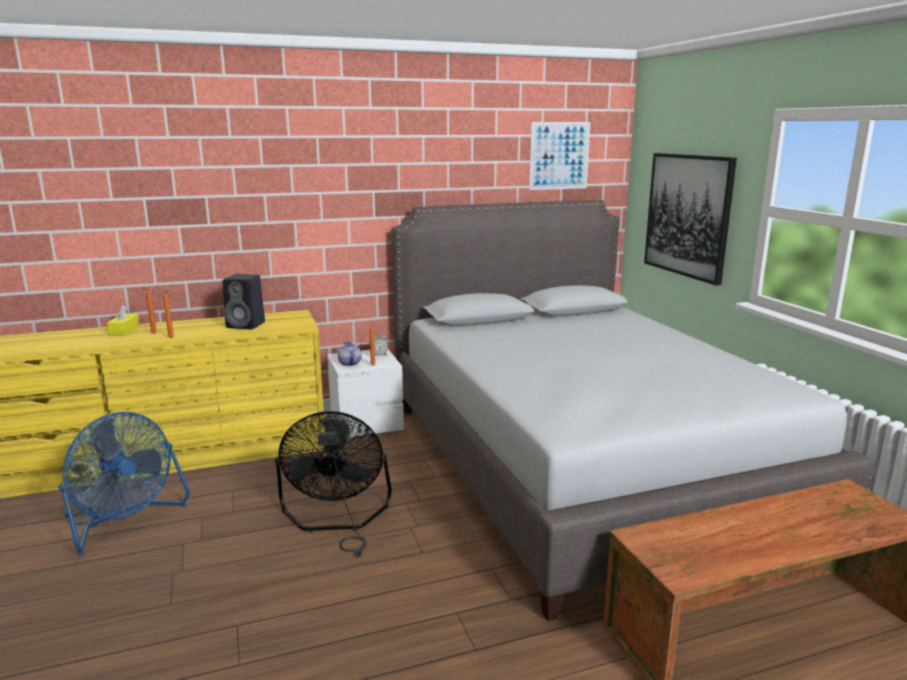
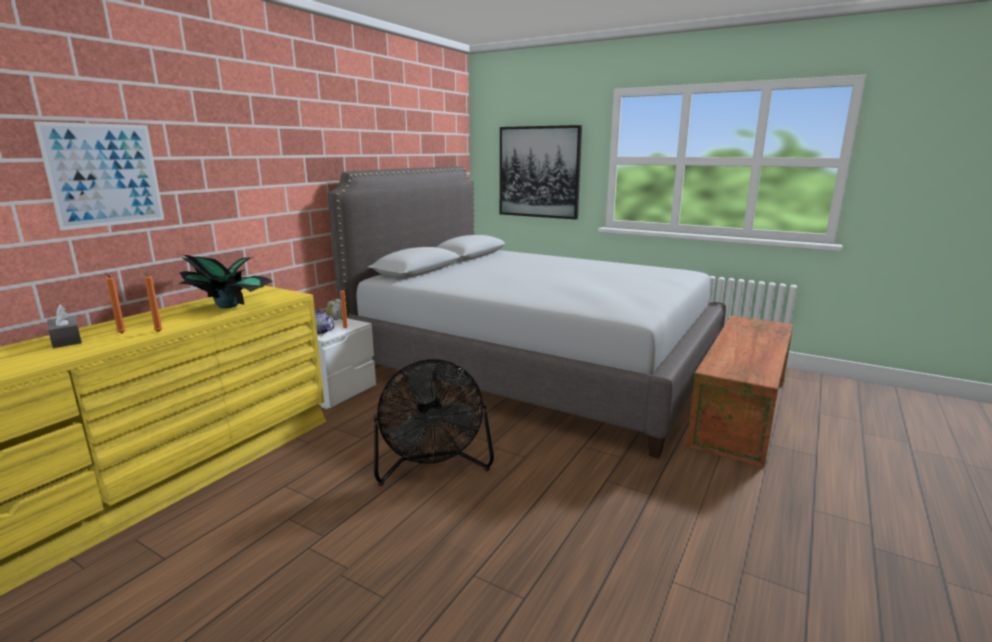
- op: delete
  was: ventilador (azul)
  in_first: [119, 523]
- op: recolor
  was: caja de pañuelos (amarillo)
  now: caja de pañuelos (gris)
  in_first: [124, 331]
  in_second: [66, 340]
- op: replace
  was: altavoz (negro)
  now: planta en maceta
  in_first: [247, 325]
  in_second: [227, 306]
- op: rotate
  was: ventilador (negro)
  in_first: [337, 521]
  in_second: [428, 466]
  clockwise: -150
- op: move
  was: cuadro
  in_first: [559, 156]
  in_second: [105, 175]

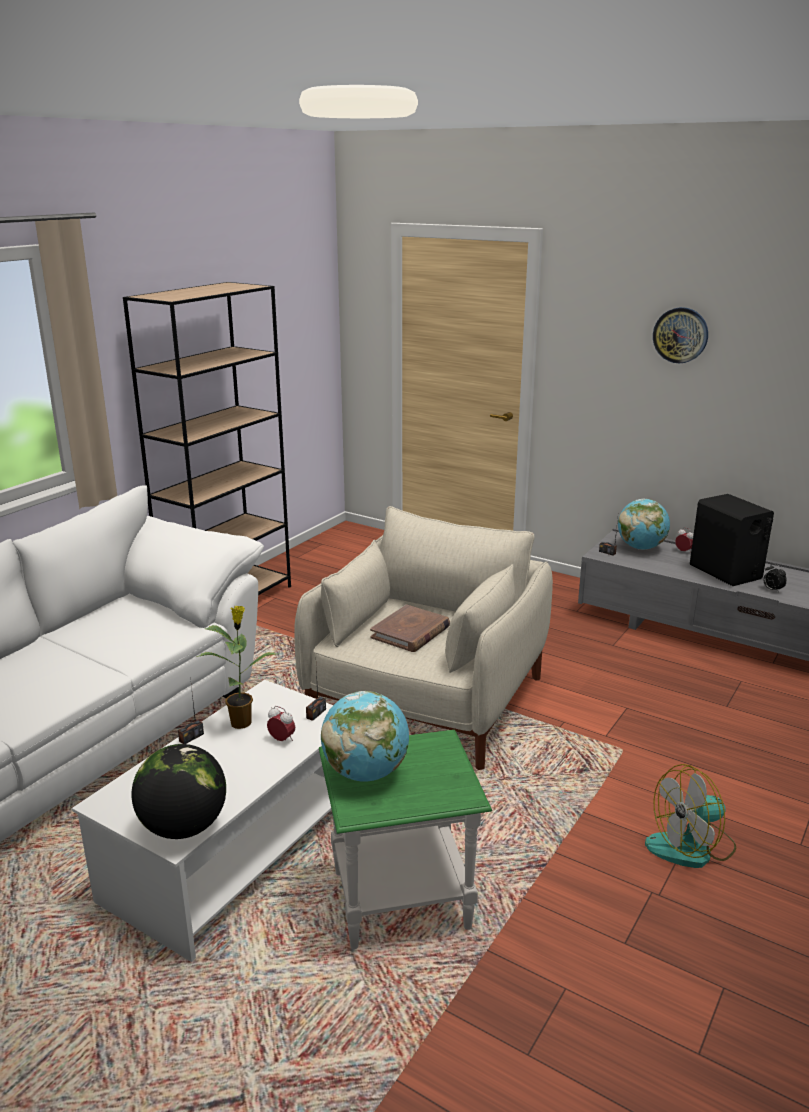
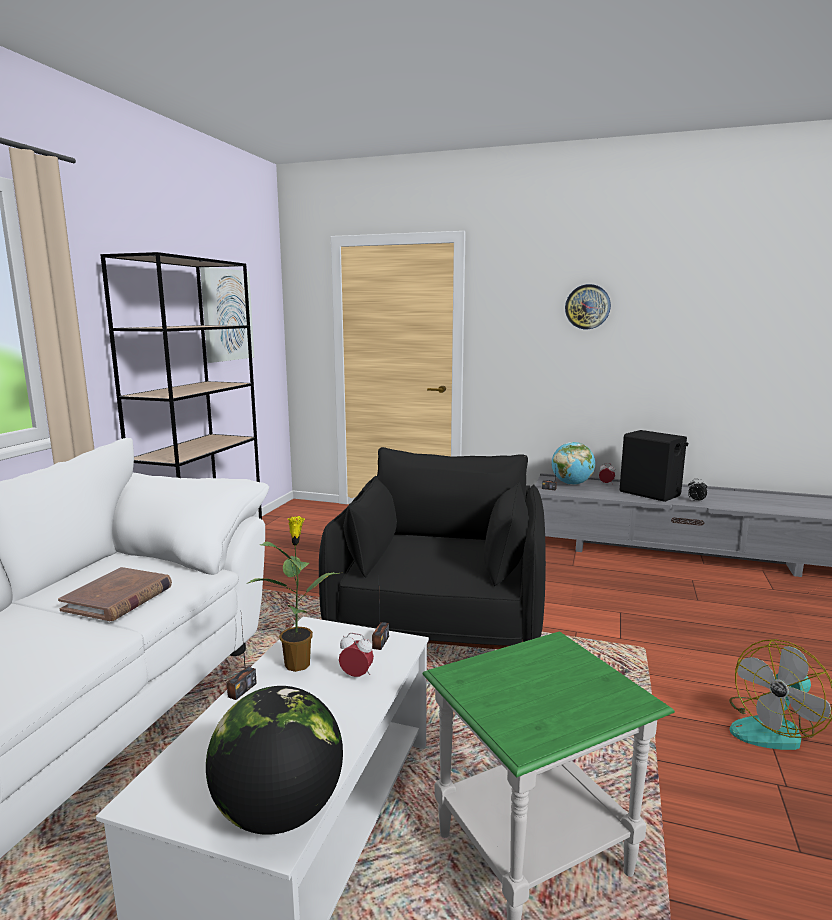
- op: recolor
  was: sillón (beis)
  now: sillón (negro)
  in_first: [428, 699]
  in_second: [441, 629]
- op: delete
  was: globo terráqueo
  in_first: [365, 772]
- op: move
  was: libro (marrón)
  in_first: [410, 632]
  in_second: [118, 598]
- op: insert
  now: cuadro
  in_second: [226, 315]

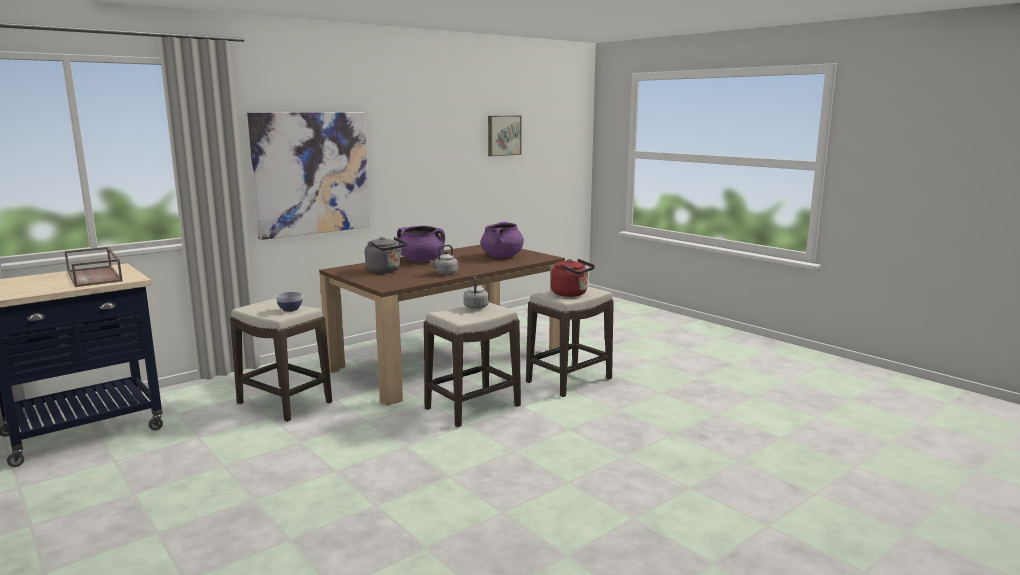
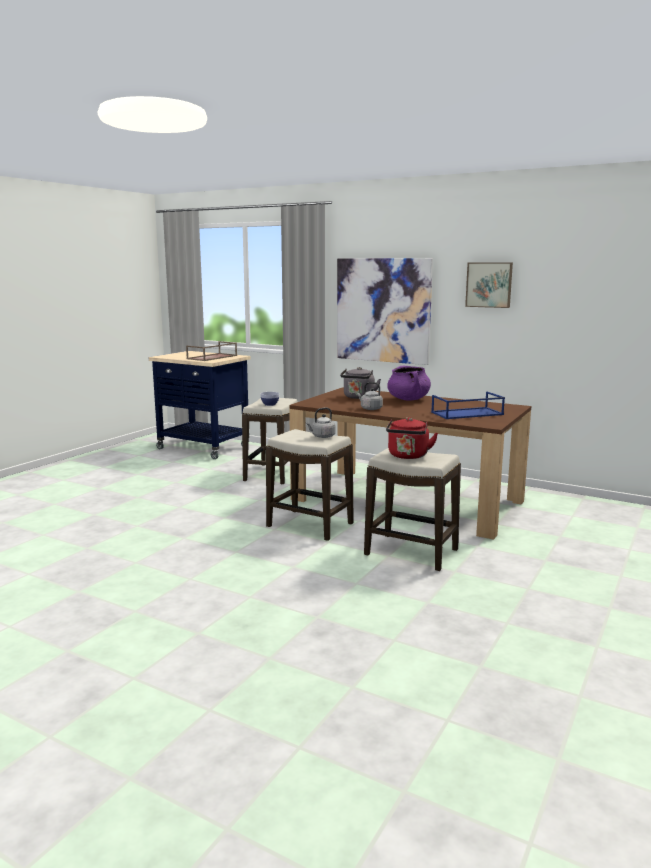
- op: replace
  was: olla (morado)
  now: bandeja (azul)
  in_first: [502, 256]
  in_second: [466, 413]
- op: move
  was: cuadro
  in_first: [503, 135]
  in_second: [489, 284]

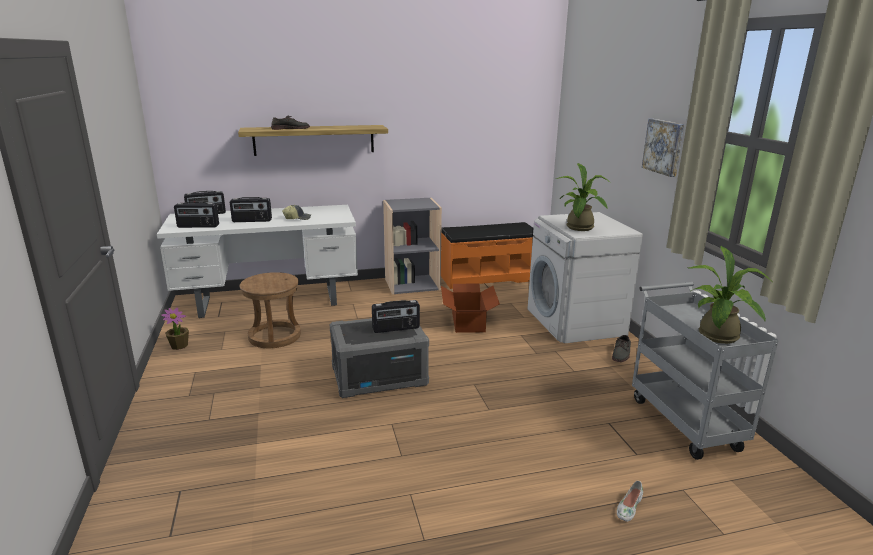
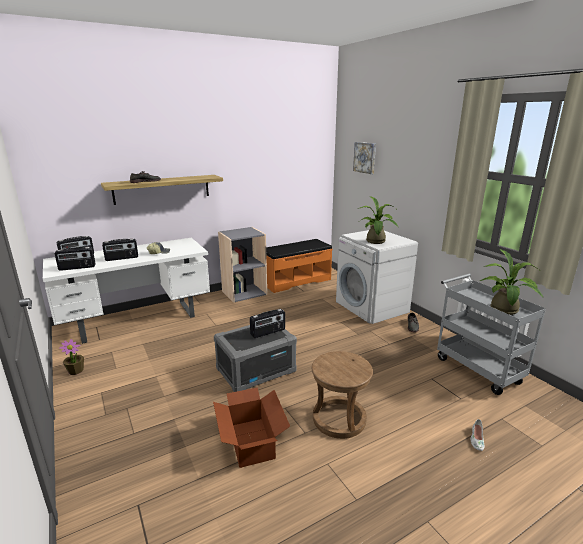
- op: move
  was: taburete (marrón)
  in_first: [274, 336]
  in_second: [339, 419]
- op: move
  was: caja de cartón
  in_first: [468, 321]
  in_second: [252, 441]
- op: move
  was: cuadro
  in_first: [664, 147]
  in_second: [365, 157]

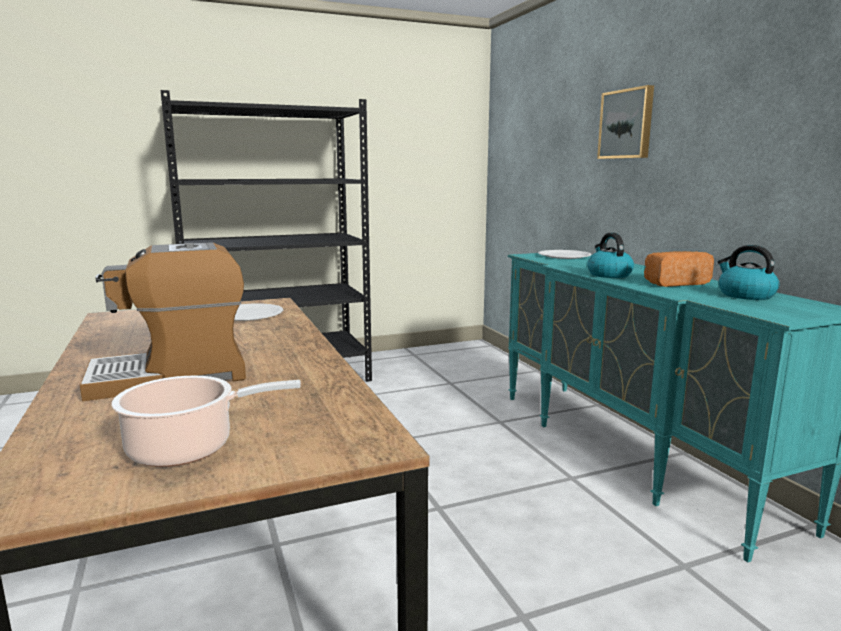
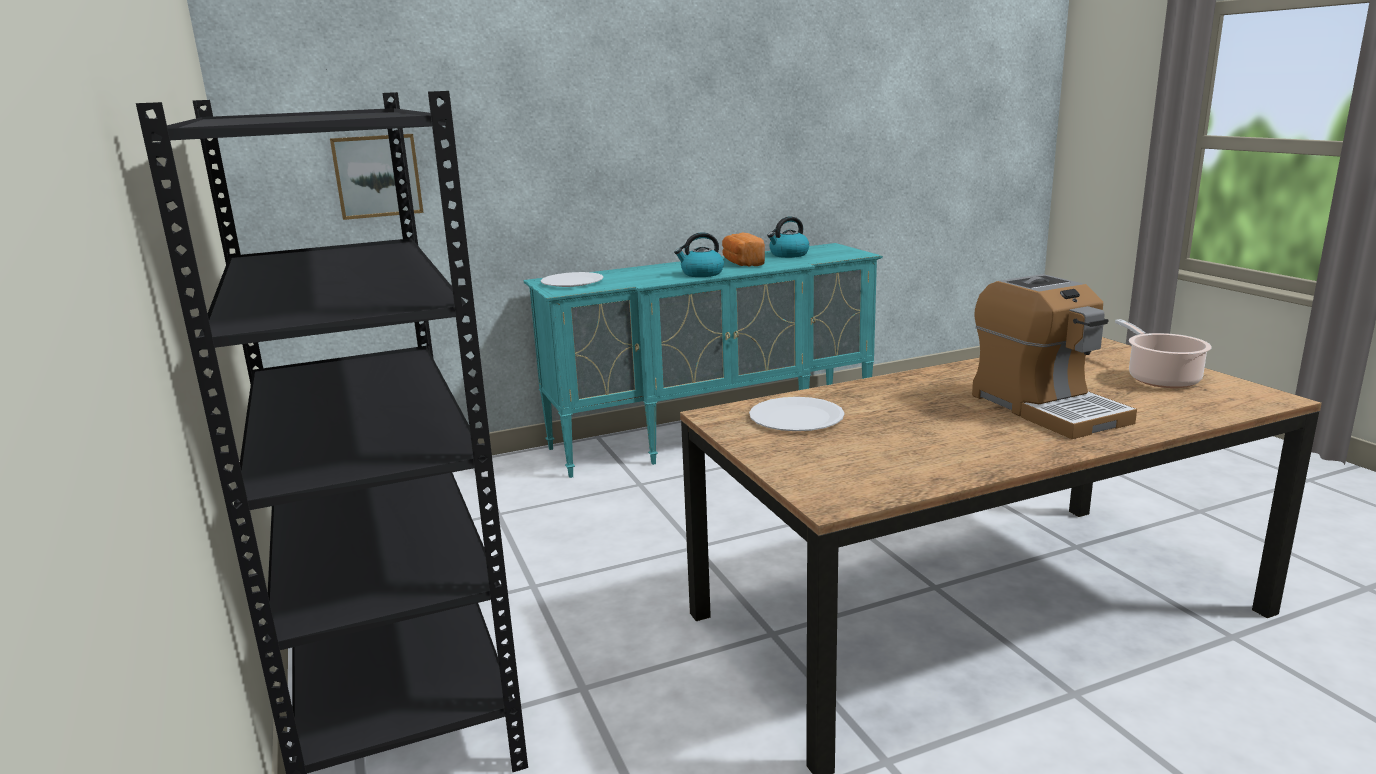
- op: move
  was: cuadro
  in_first: [627, 124]
  in_second: [377, 176]

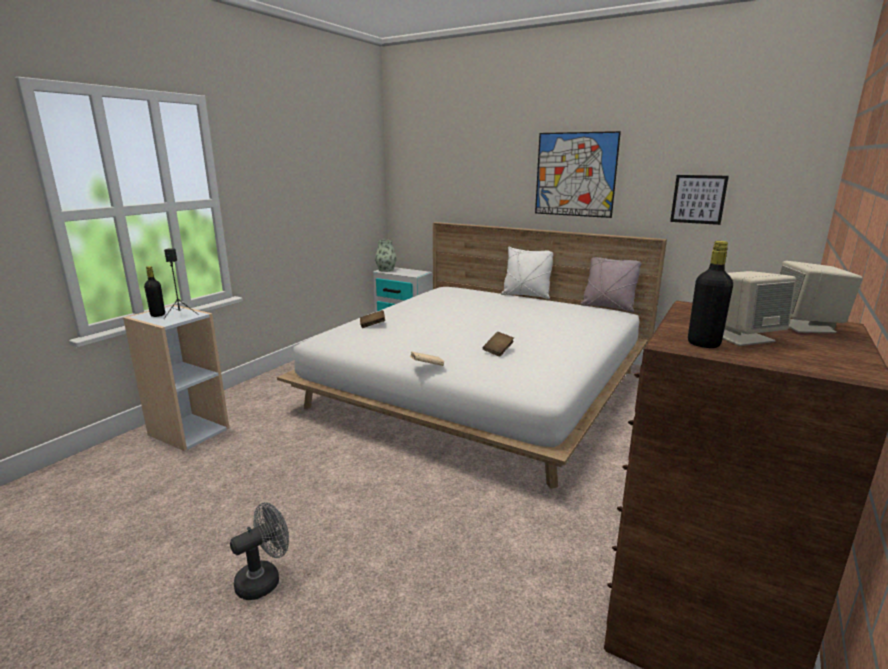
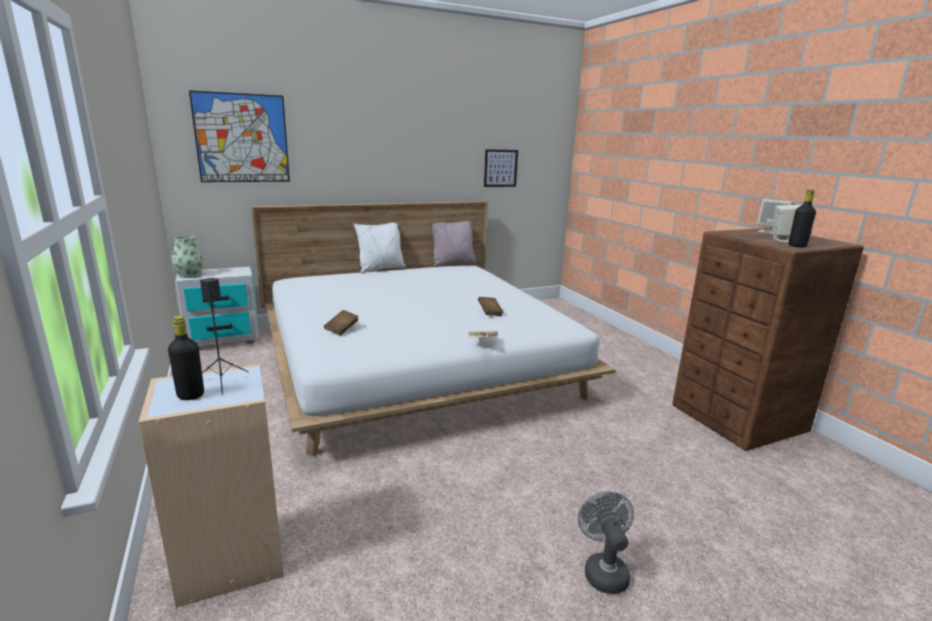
- op: move
  was: cuadro
  in_first: [575, 174]
  in_second: [242, 138]

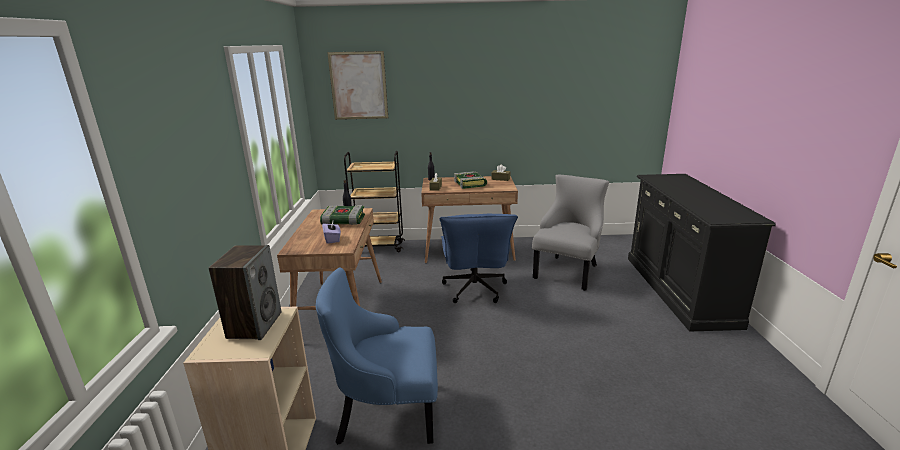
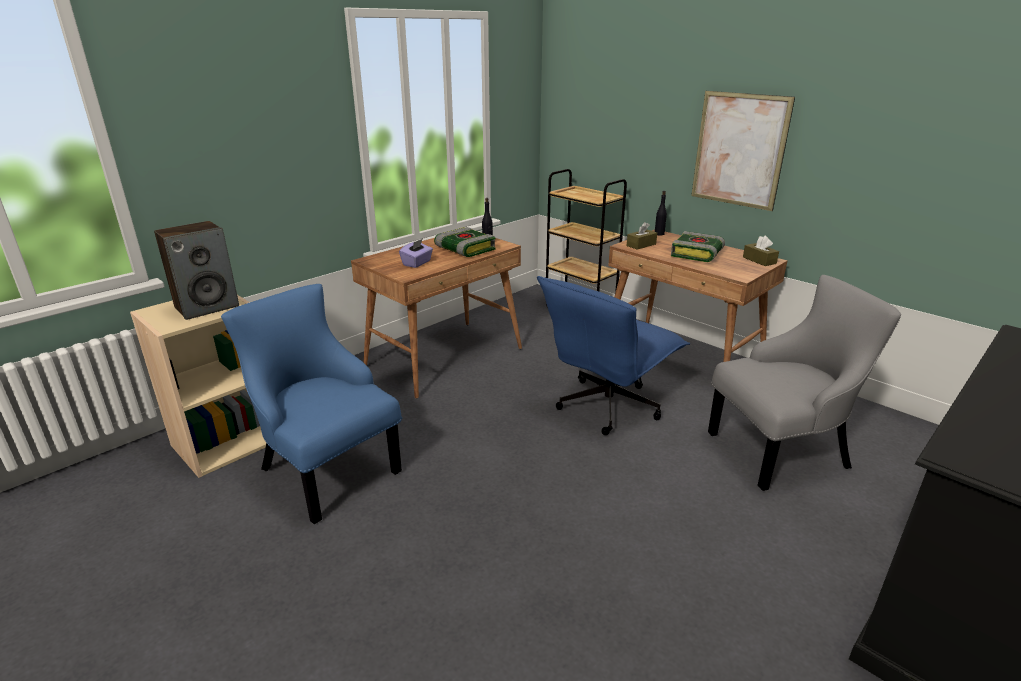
- op: move
  was: cuadro
  in_first: [358, 86]
  in_second: [739, 150]

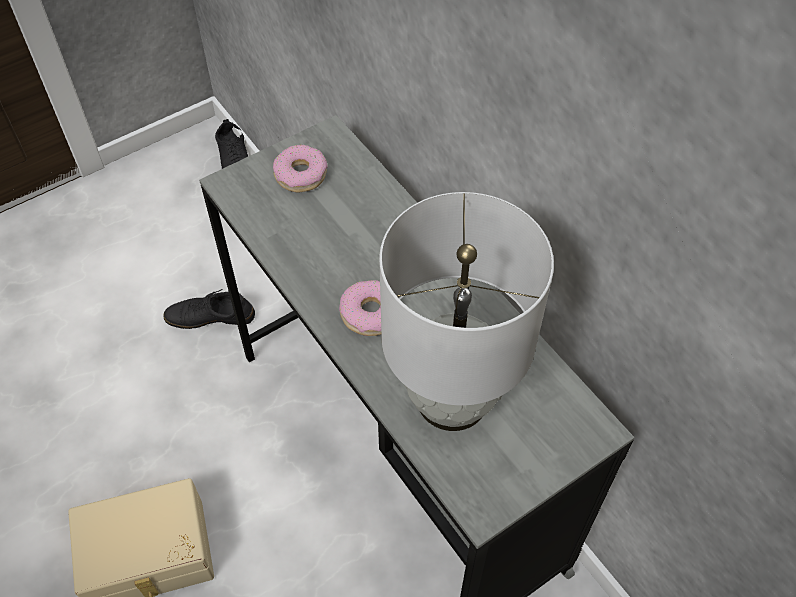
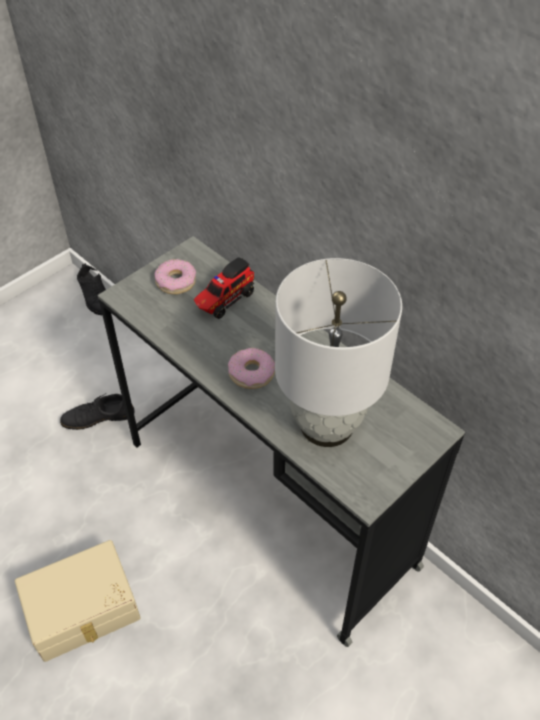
- op: insert
  now: camión de juguete
  in_second: [224, 300]

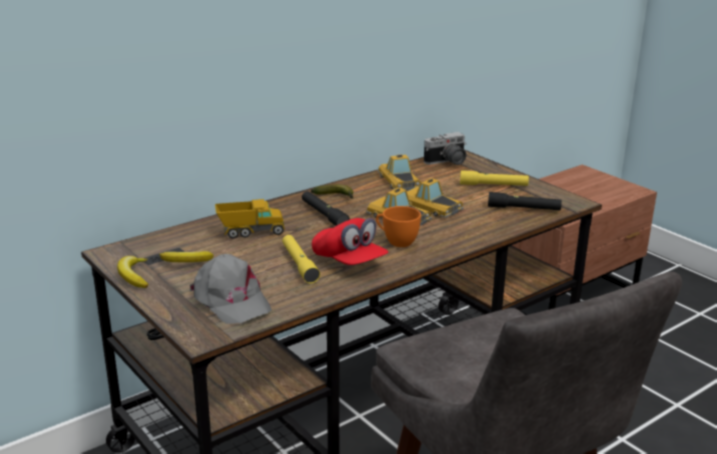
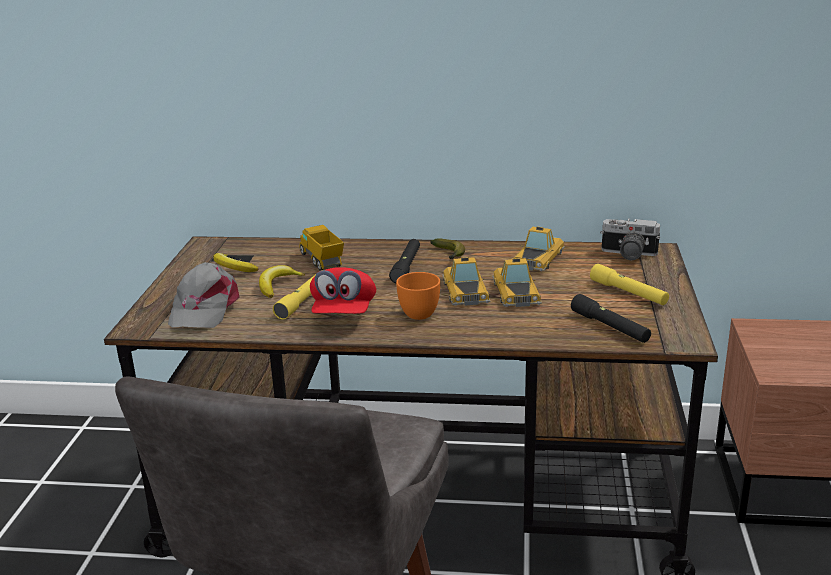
- op: move
  was: plátano
  in_first: [134, 276]
  in_second: [277, 285]
- op: rotate
  was: camión de juguete
  in_first: [250, 232]
  in_second: [322, 261]
  clockwise: -150

